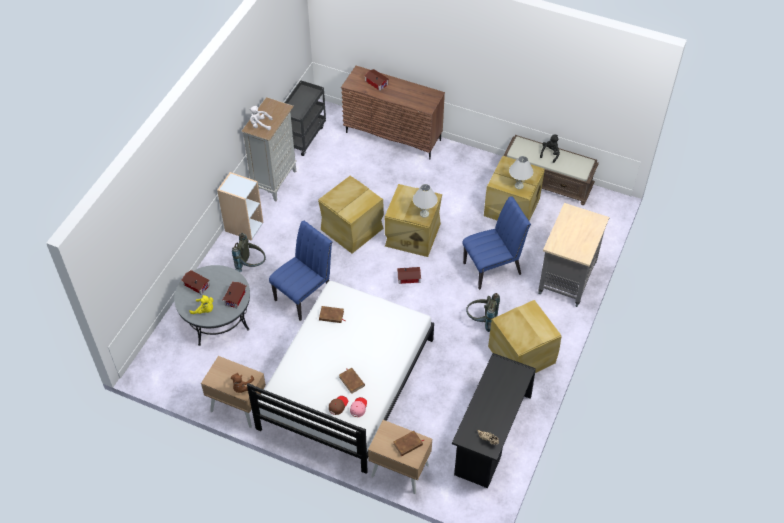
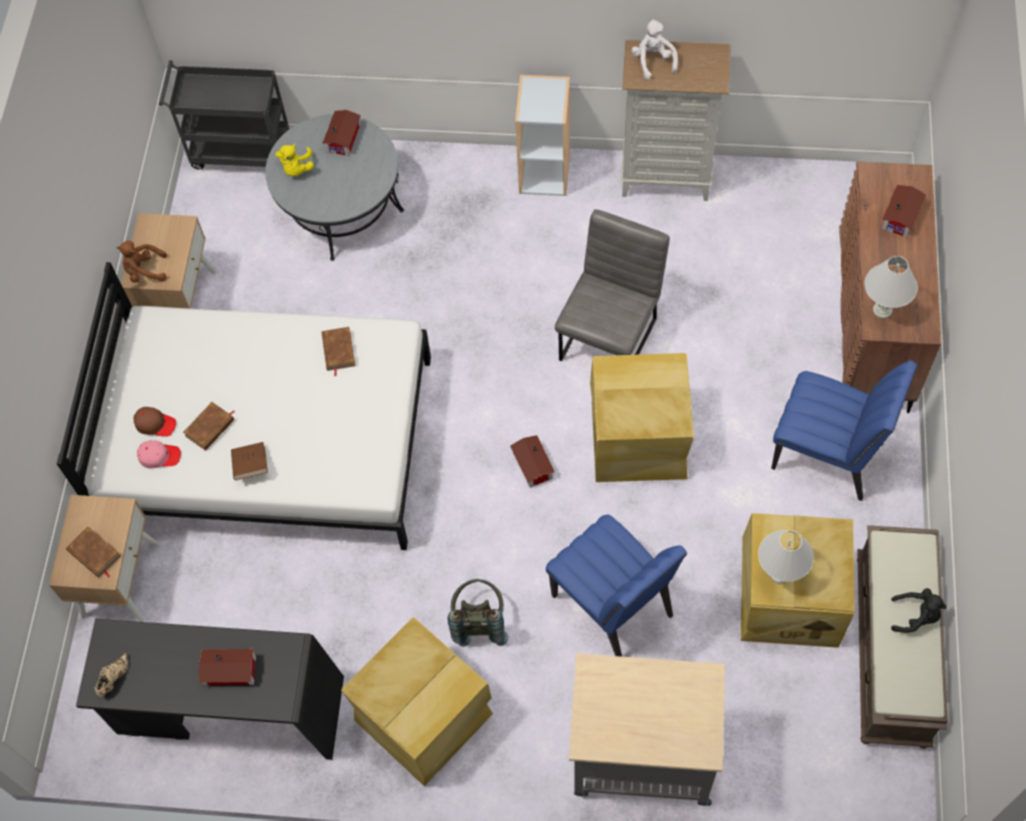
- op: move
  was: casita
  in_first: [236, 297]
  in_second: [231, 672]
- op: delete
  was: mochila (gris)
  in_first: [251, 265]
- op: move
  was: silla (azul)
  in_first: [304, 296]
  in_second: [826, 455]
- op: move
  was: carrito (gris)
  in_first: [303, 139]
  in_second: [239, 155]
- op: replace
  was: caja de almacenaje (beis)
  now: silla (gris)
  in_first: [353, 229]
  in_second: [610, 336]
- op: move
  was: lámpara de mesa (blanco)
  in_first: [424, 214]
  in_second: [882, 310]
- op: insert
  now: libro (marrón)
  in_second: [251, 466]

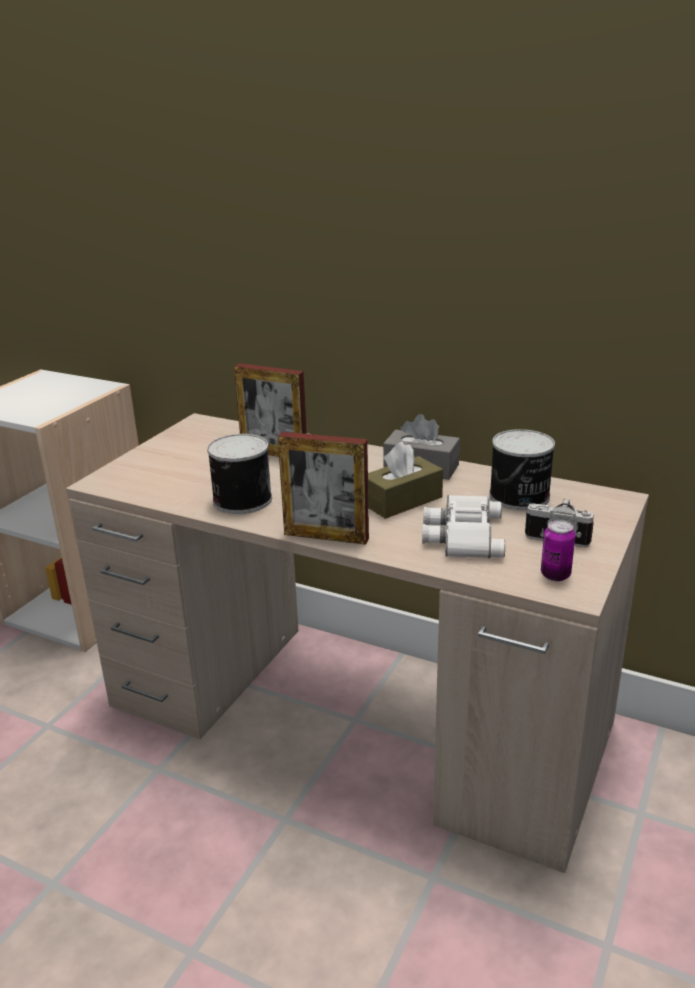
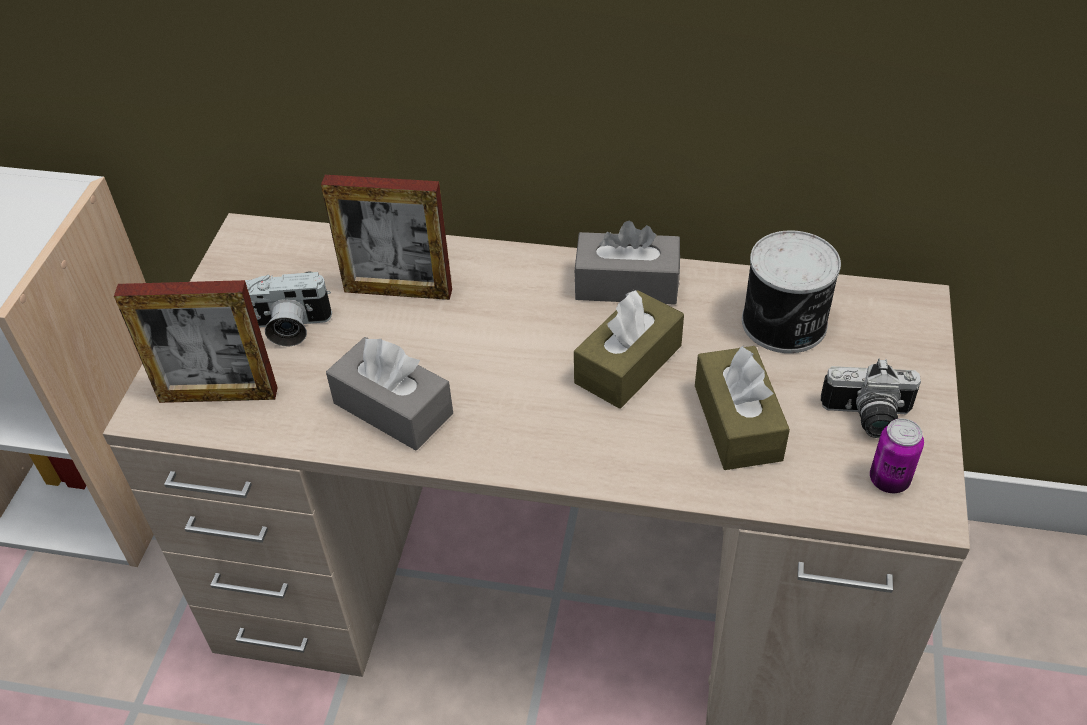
- op: replace
  was: lata
  now: caja de pañuelos (gris)
  in_first: [240, 500]
  in_second: [393, 408]
- op: move
  was: portarretratos
  in_first: [326, 536]
  in_second: [218, 395]
- op: replace
  was: prismáticos (blanco)
  now: caja de pañuelos (marrón)
  in_first: [461, 535]
  in_second: [737, 422]
- op: insert
  now: cámara
  in_second: [284, 327]

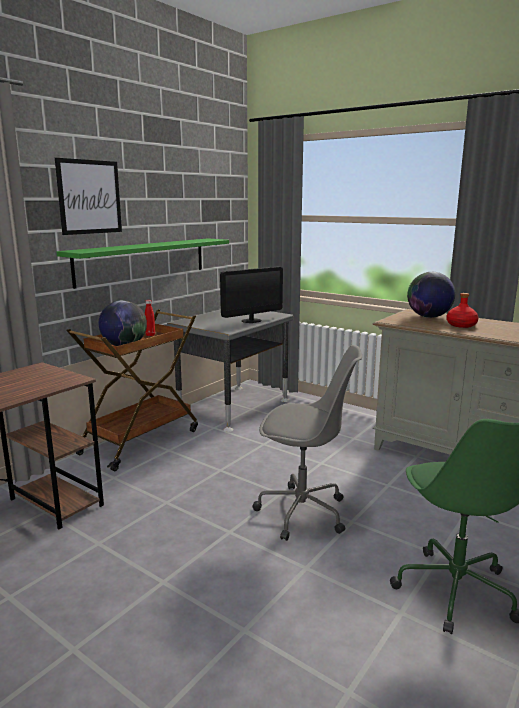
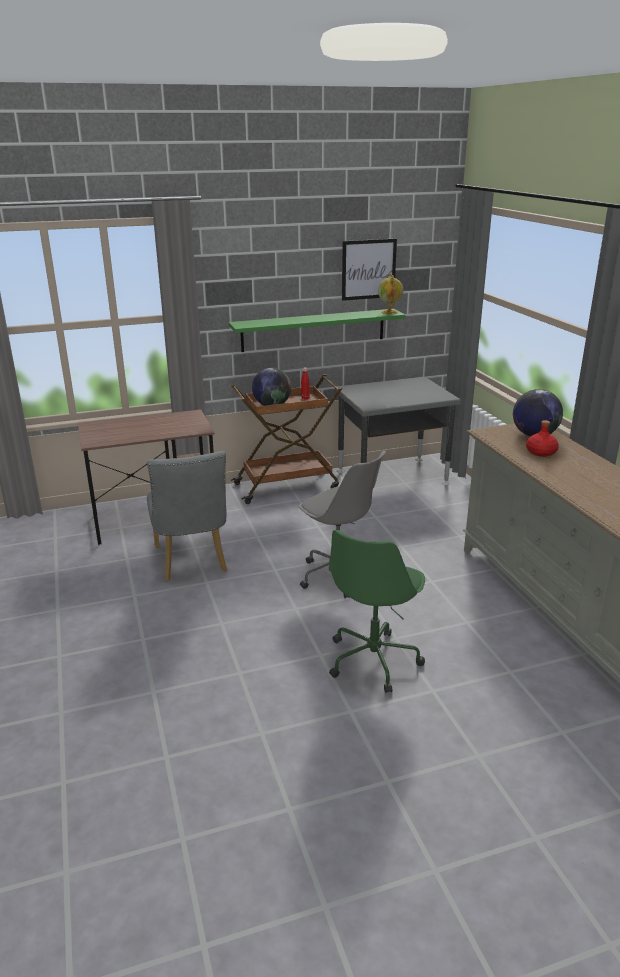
- op: move
  was: cuadro
  in_first: [89, 197]
  in_second: [368, 269]
- op: delete
  was: monitor
  in_first: [251, 321]
- op: insert
  now: silla (gris)
  in_second: [192, 562]
- op: insert
  now: globo terráqueo
  in_second: [389, 313]

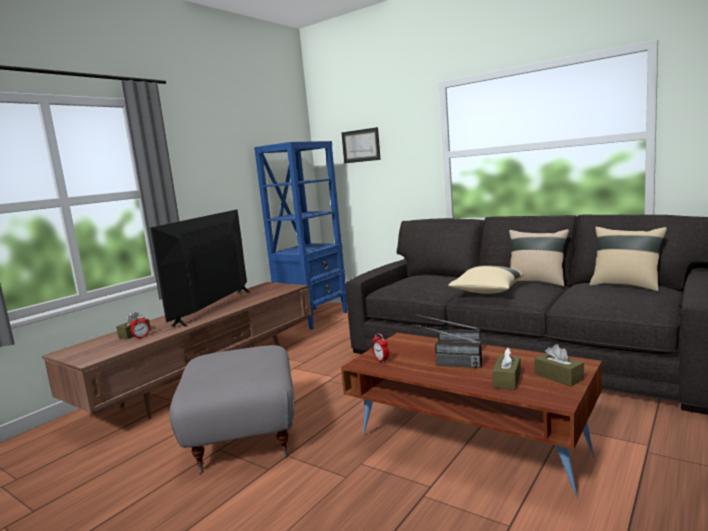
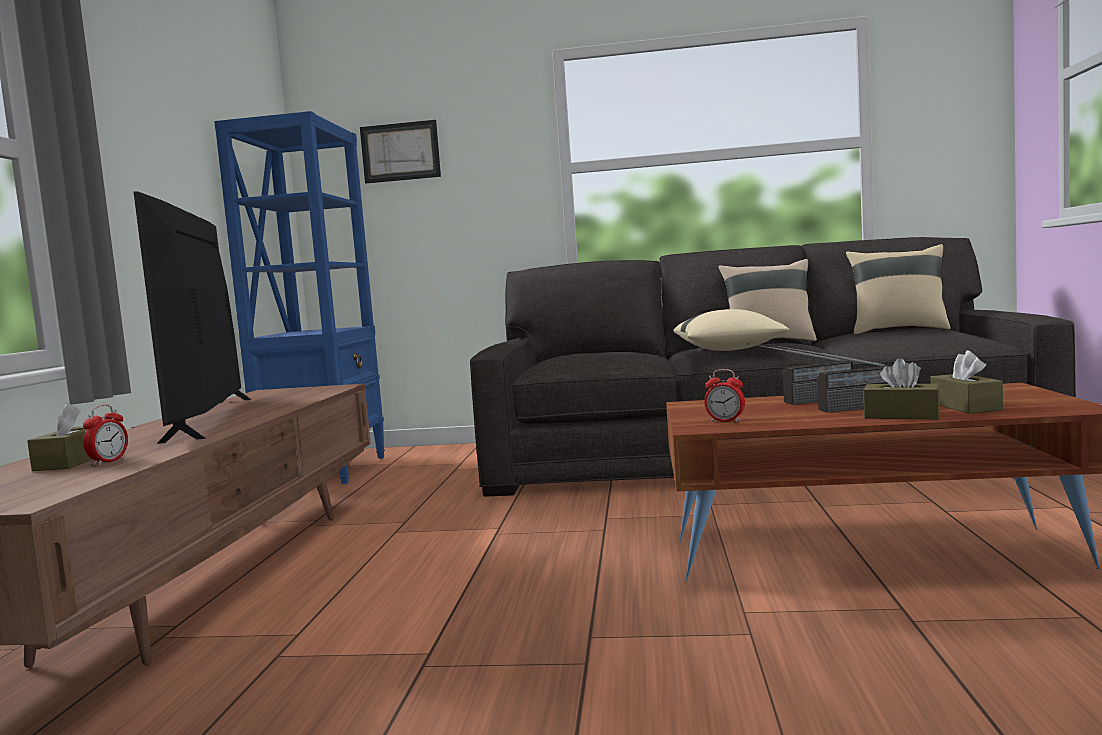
- op: delete
  was: puf (gris)
  in_first: [243, 436]
- op: move
  was: caja de pañuelos (marrón)
  in_first: [559, 377]
  in_second: [901, 415]

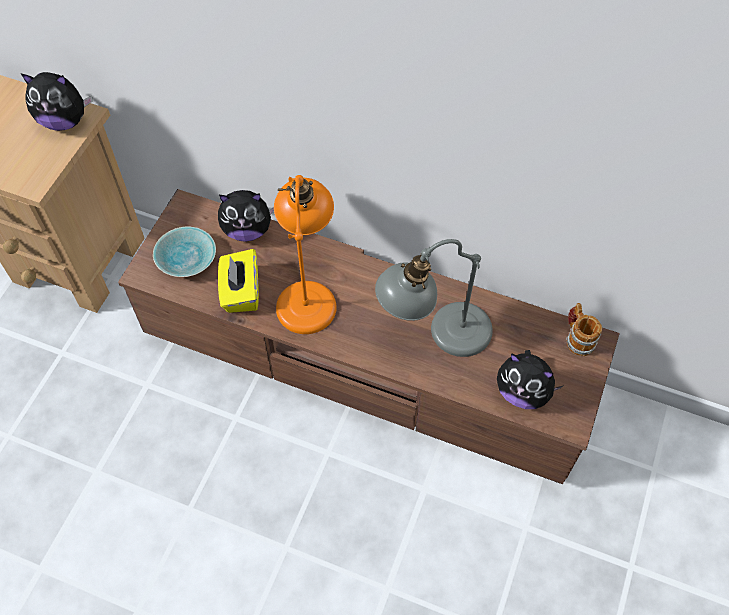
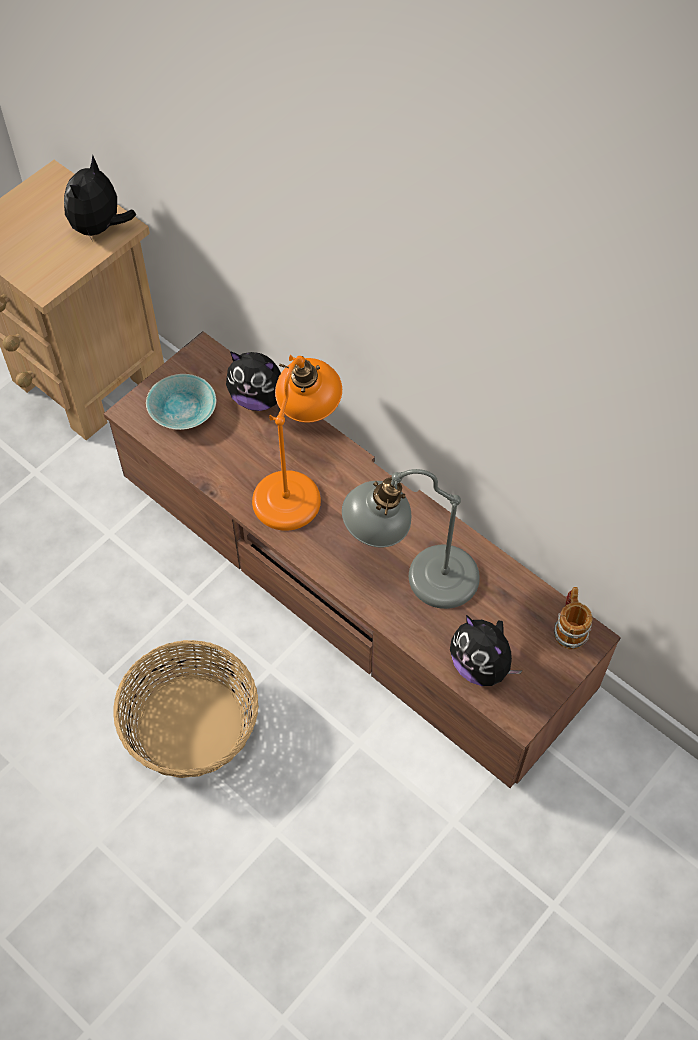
- op: rotate
  was: peluche
  in_first: [64, 121]
  in_second: [99, 227]
  clockwise: 90
- op: delete
  was: caja de pañuelos (amarillo)
  in_first: [241, 292]
- op: insert
  now: cesta
  in_second: [191, 724]

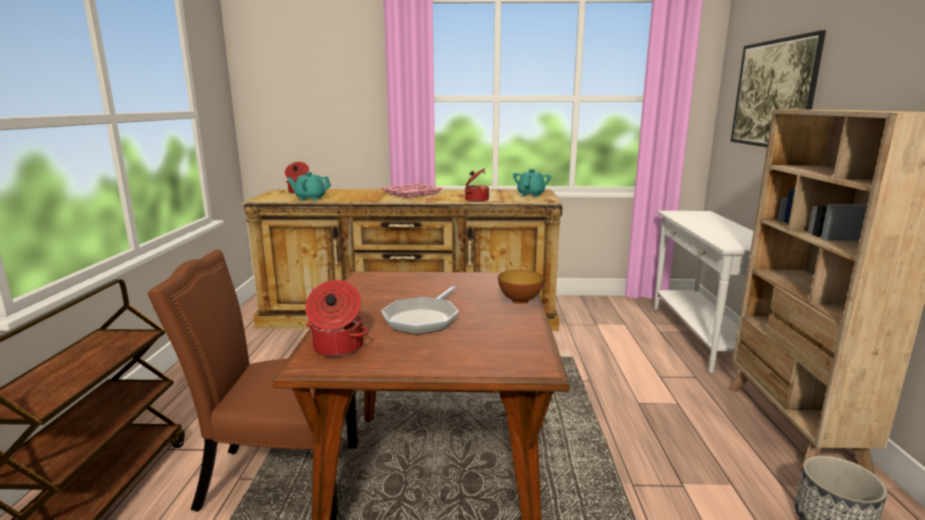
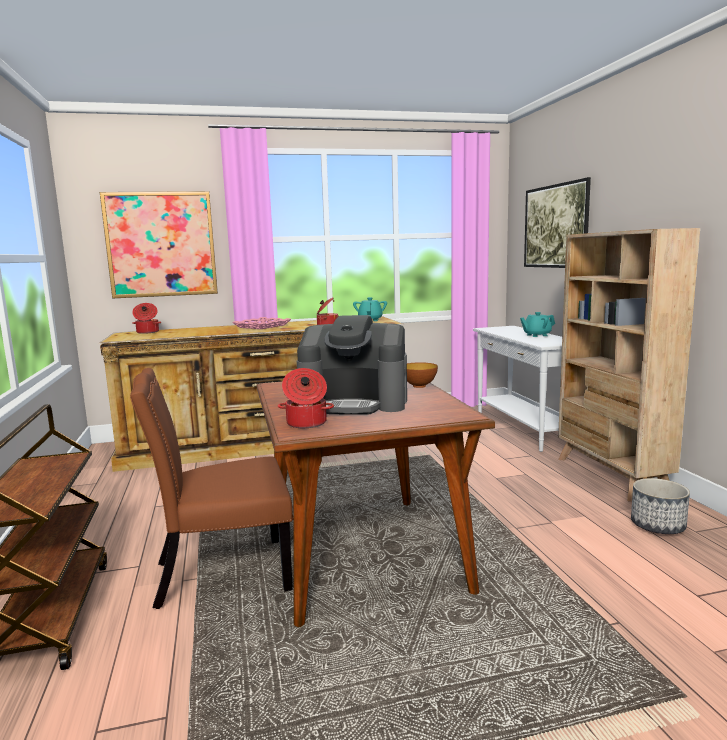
- op: move
  was: tetera (turquesa)
  in_first: [310, 198]
  in_second: [536, 335]
- op: replace
  was: sartén
  now: cafetera
  in_first: [423, 319]
  in_second: [355, 402]
- op: insert
  now: cuadro
  in_second: [161, 244]

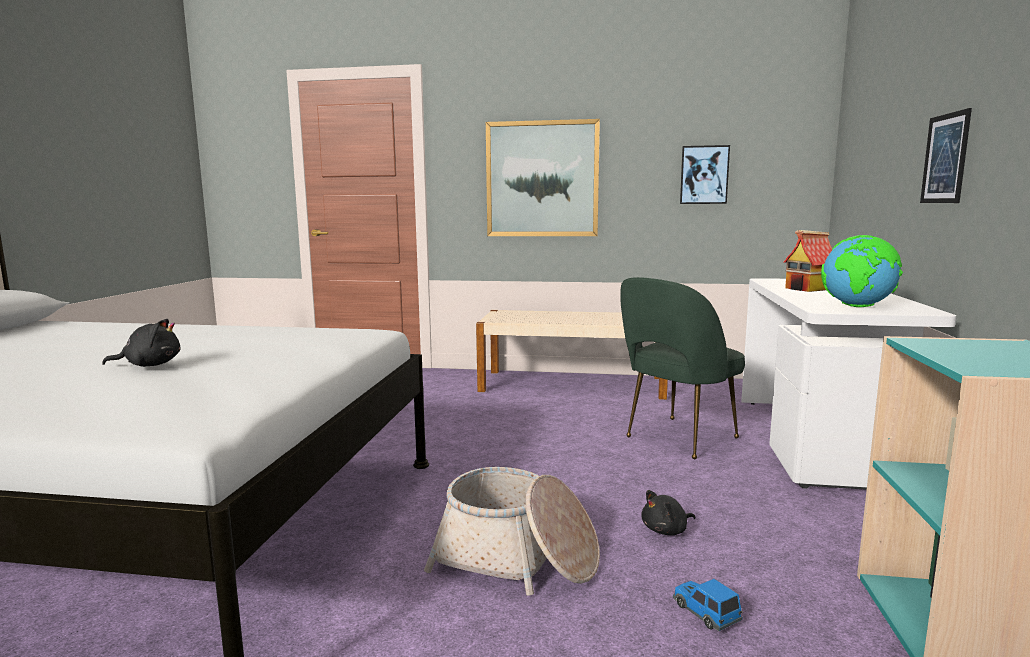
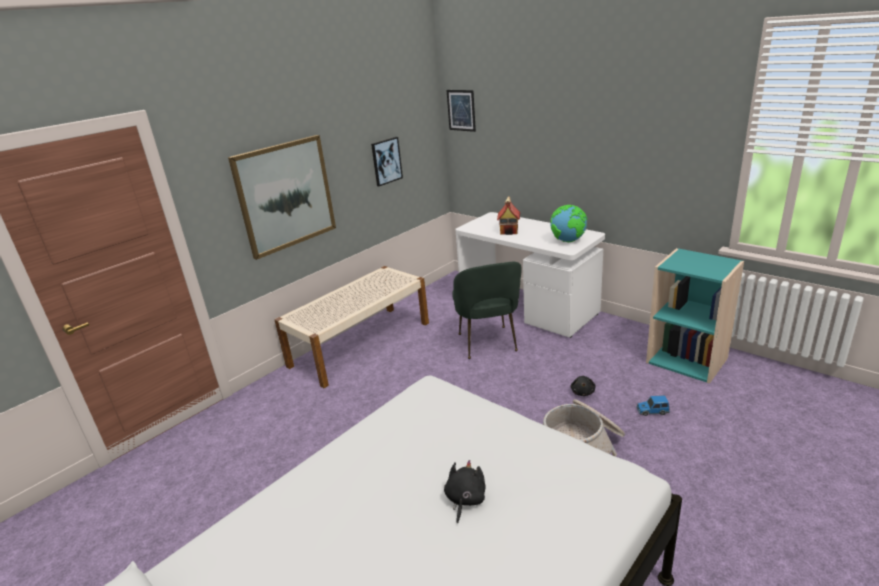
- op: move
  was: cuadro
  in_first: [945, 158]
  in_second: [461, 110]

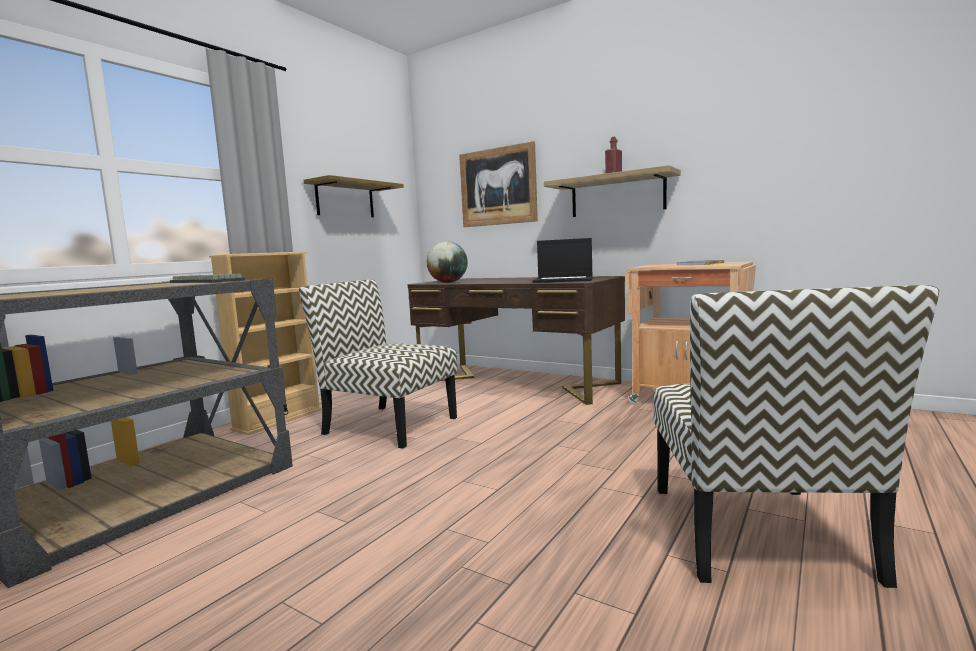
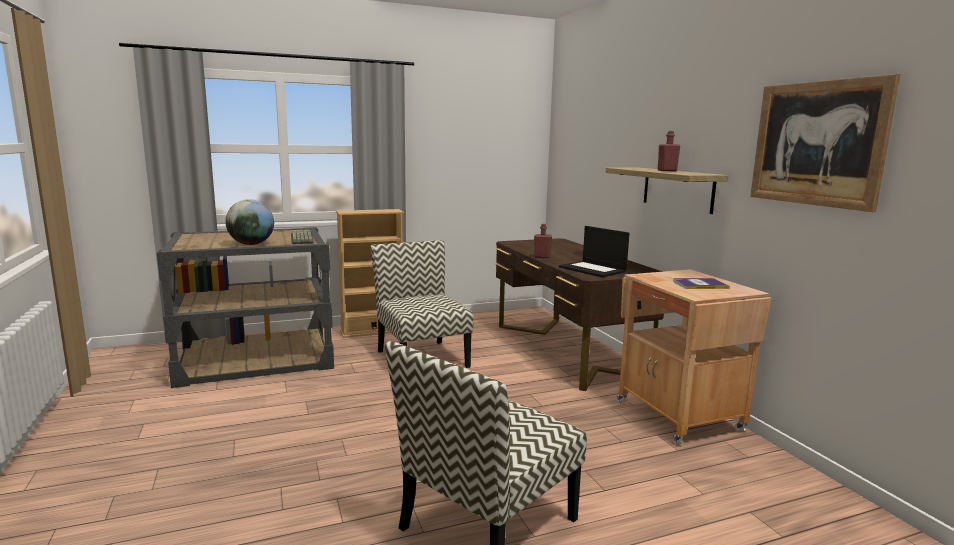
- op: delete
  was: estante
  in_first: [345, 200]
- op: move
  was: globo terráqueo
  in_first: [448, 282]
  in_second: [251, 244]
- op: move
  was: cuadro
  in_first: [498, 186]
  in_second: [817, 143]
- op: insert
  now: botella (rojo)
  in_second: [542, 257]

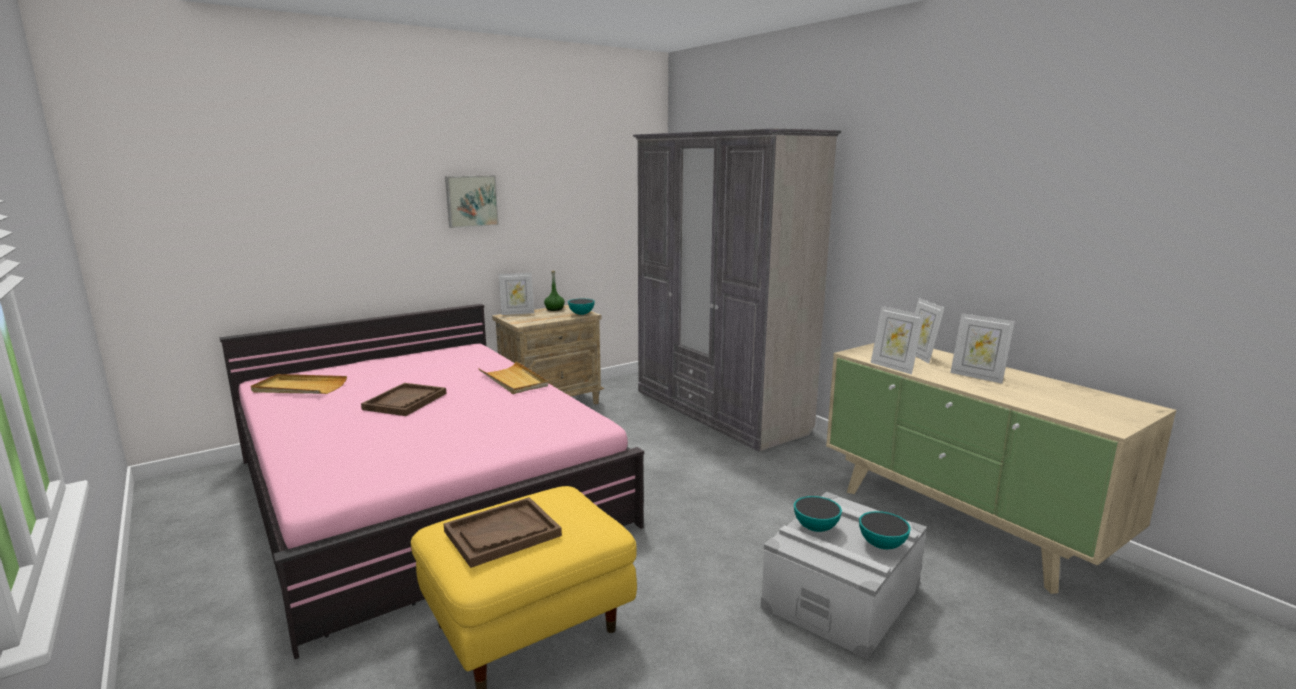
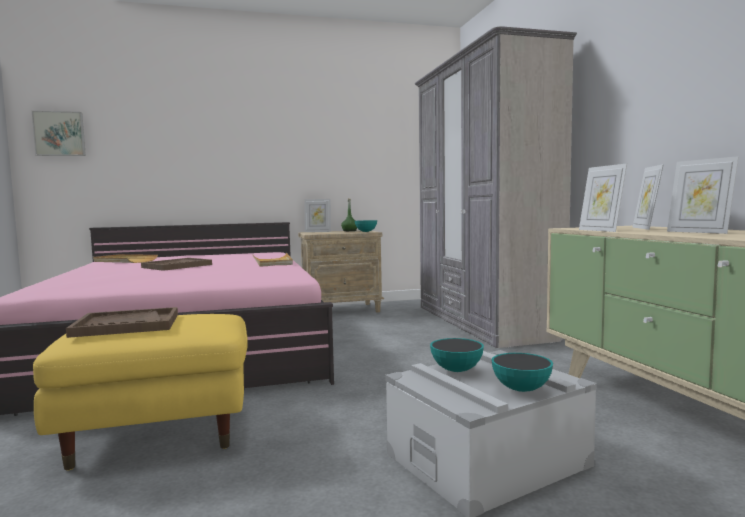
- op: move
  was: cuadro
  in_first: [471, 201]
  in_second: [60, 134]

